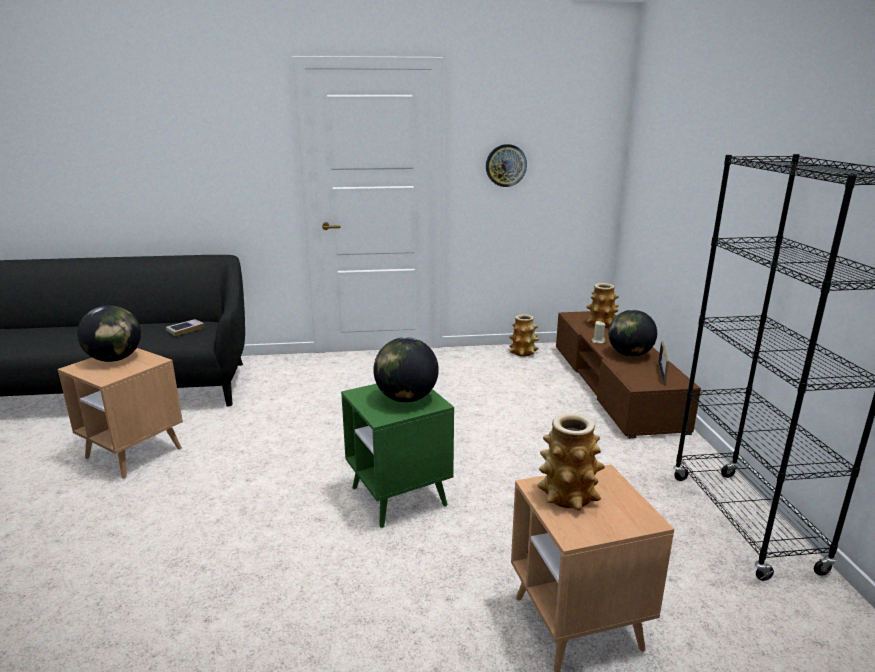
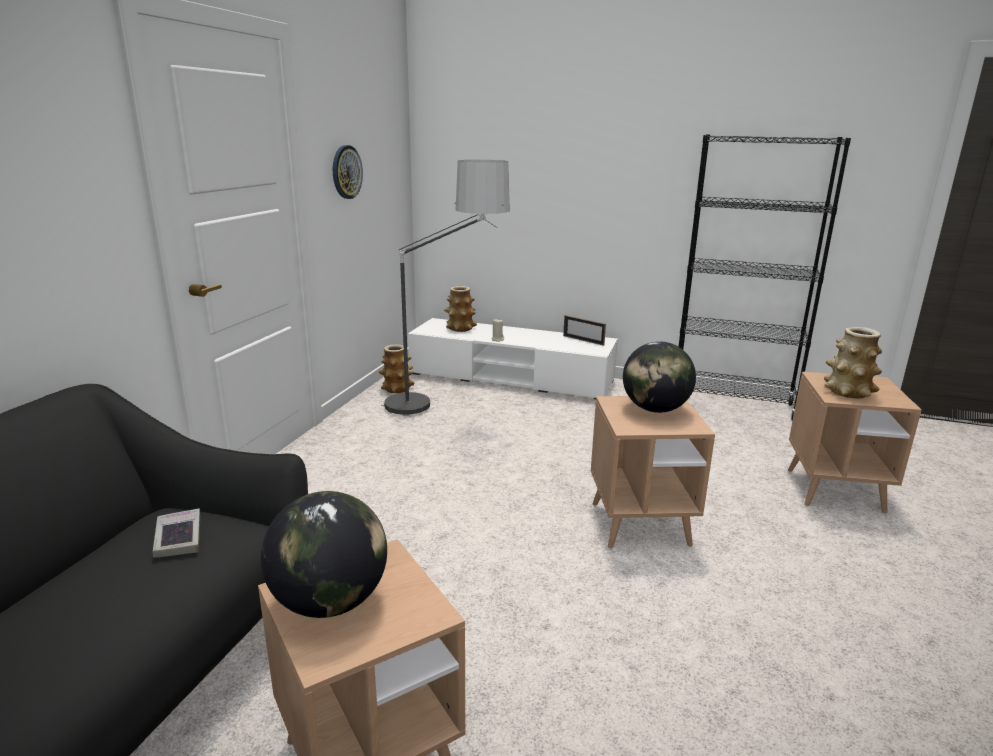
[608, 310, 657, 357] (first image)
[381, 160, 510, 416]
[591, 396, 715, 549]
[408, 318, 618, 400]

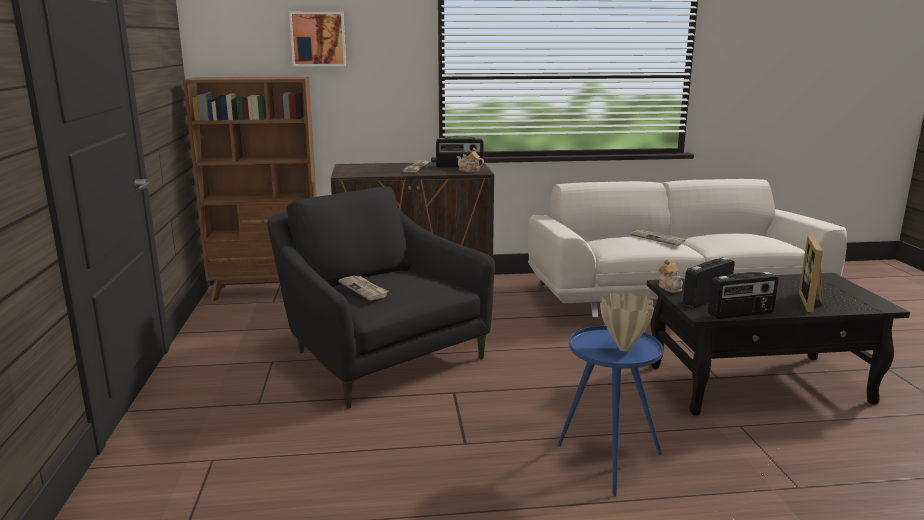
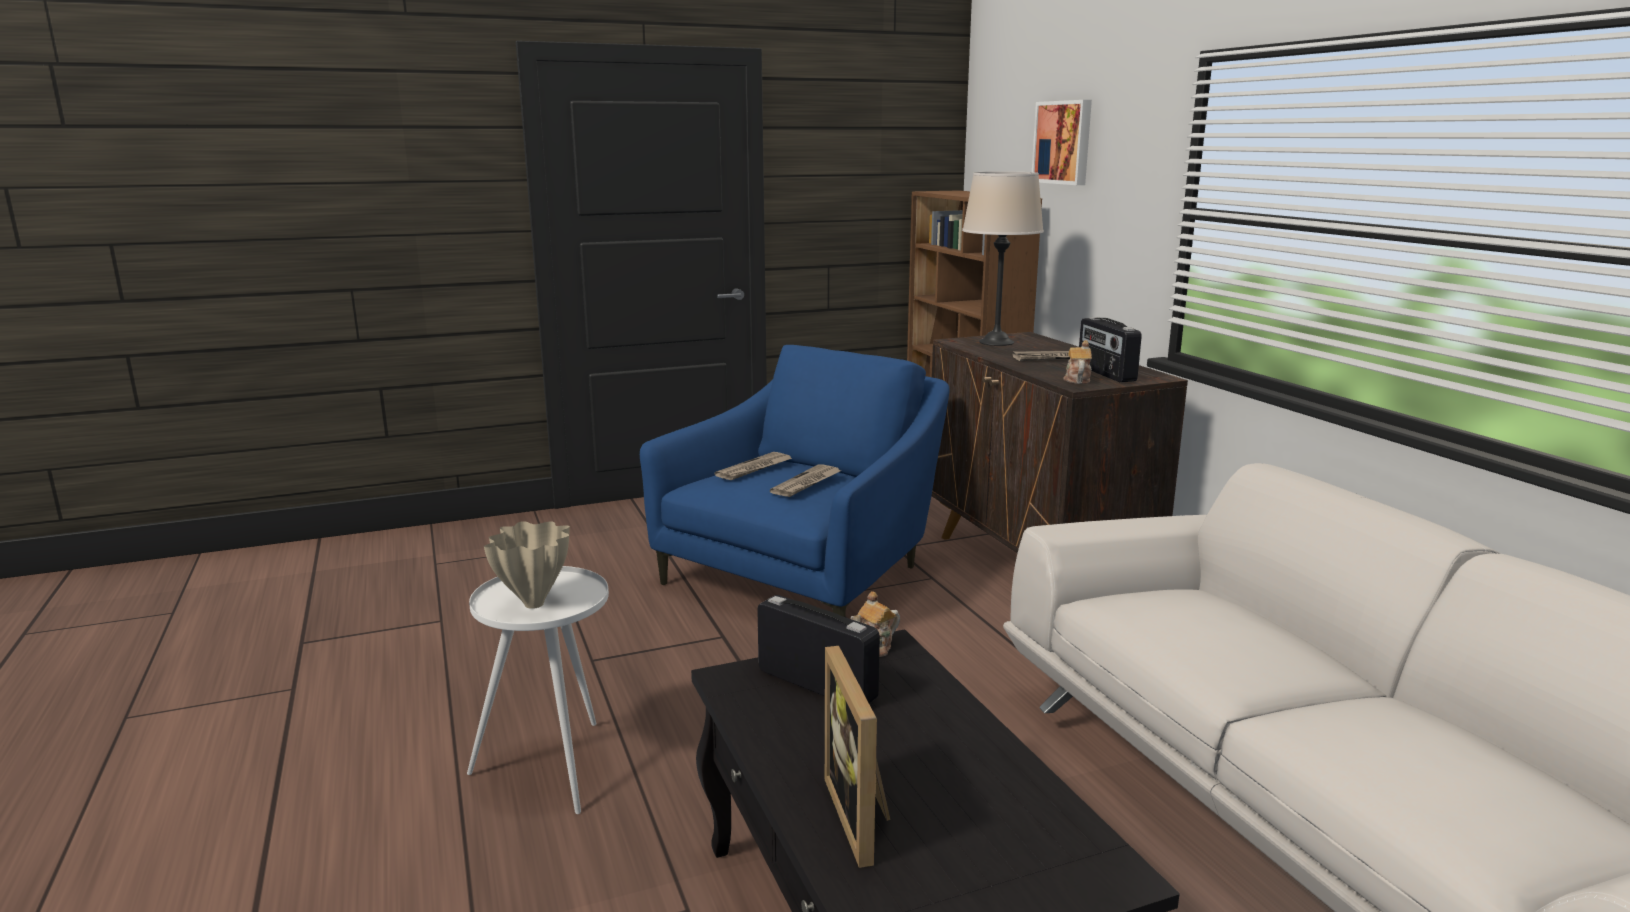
[708, 272, 779, 319] (first image)
[962, 172, 1044, 346]
[770, 465, 841, 497]
[640, 345, 950, 617]
[467, 566, 609, 814]
[825, 646, 891, 868]

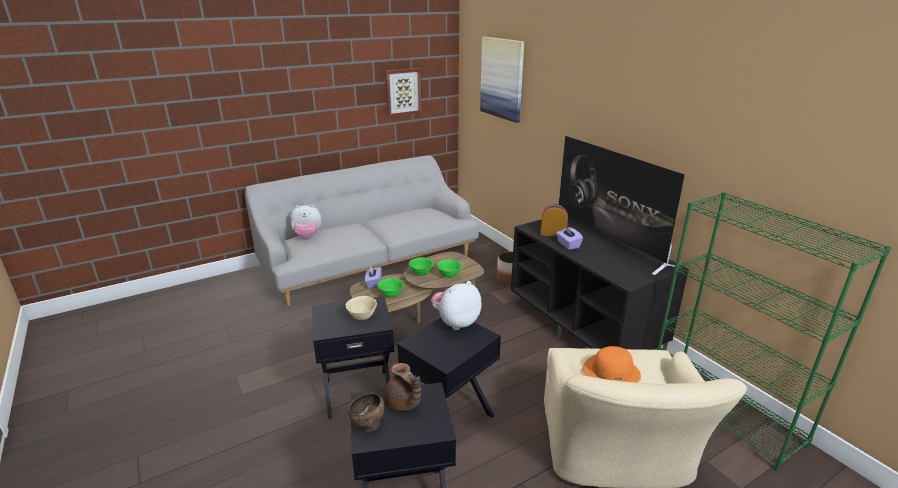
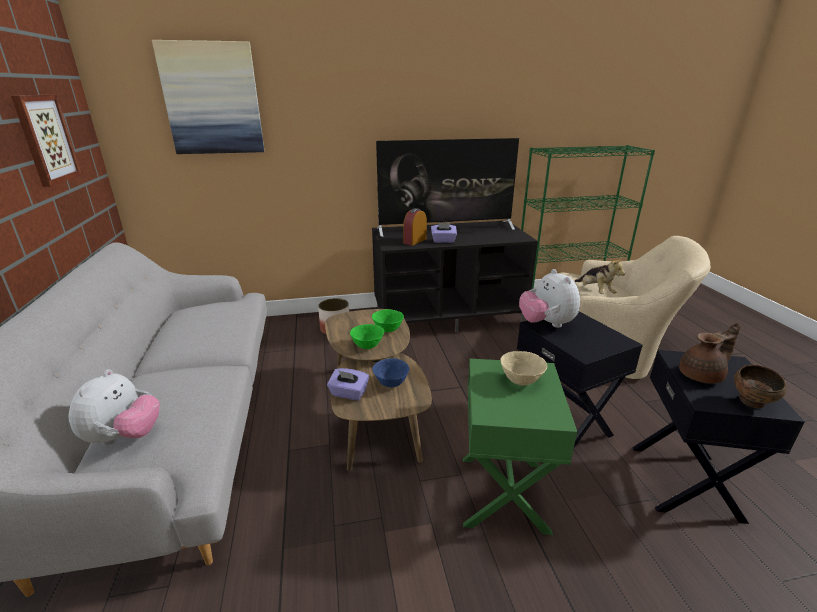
[575, 258, 625, 294]
[463, 359, 577, 535]
[372, 358, 409, 387]

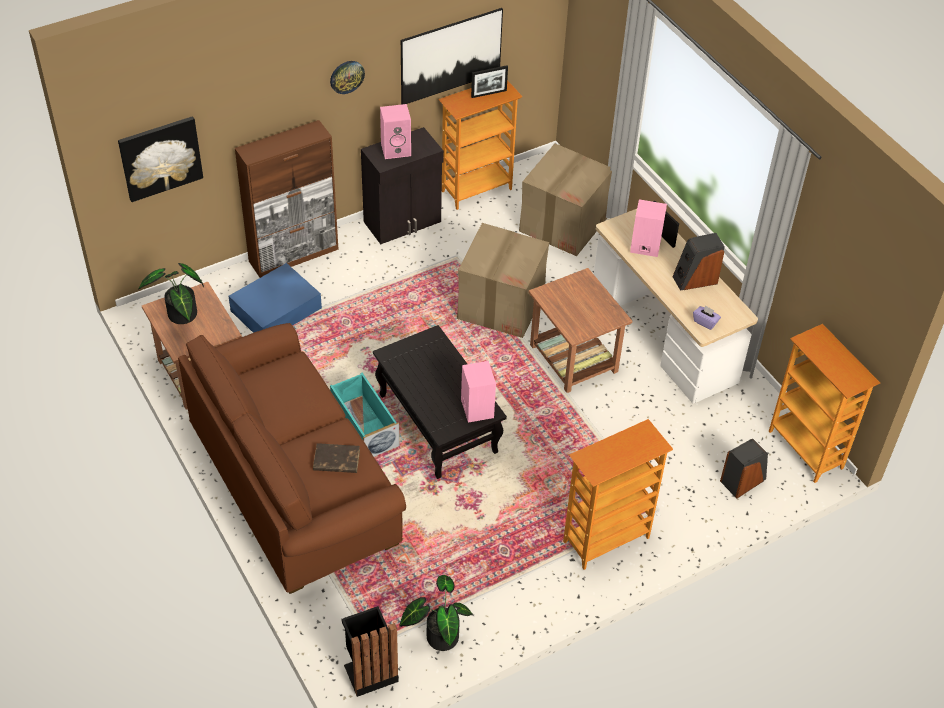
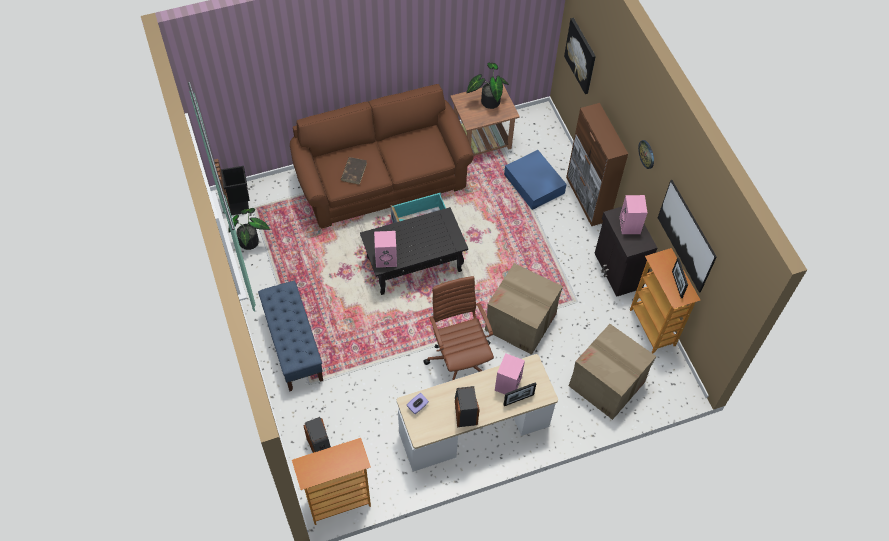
[423, 276, 494, 380]
[258, 281, 323, 392]

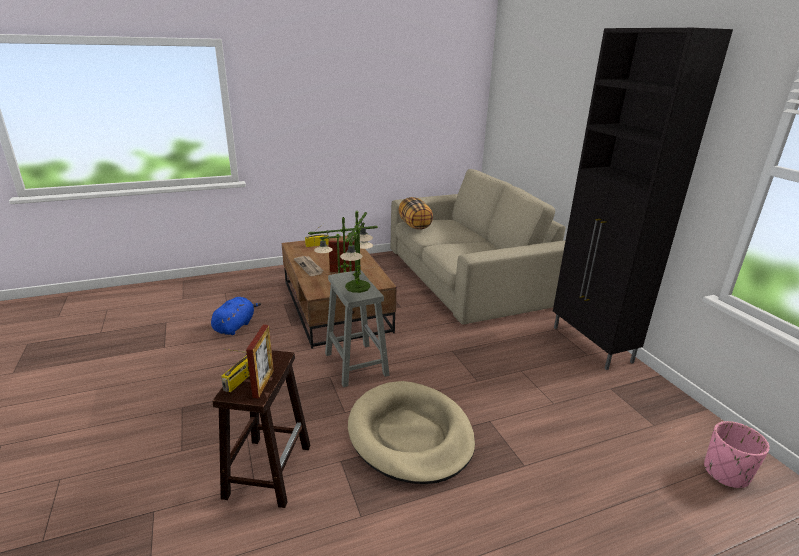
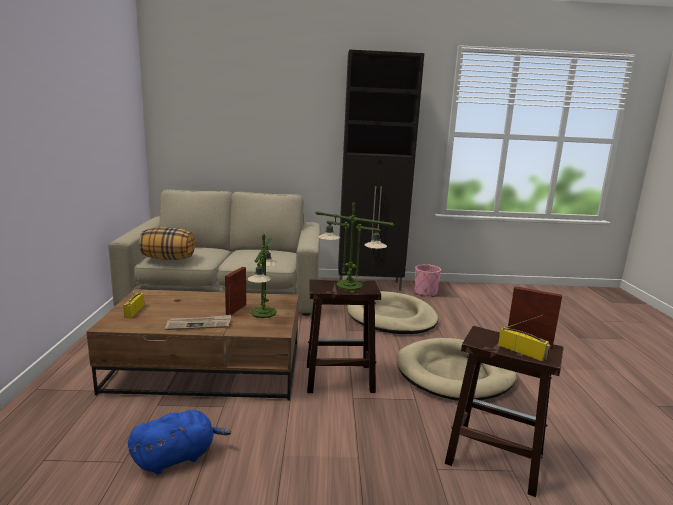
[347, 291, 438, 334]
[415, 264, 441, 297]
[307, 279, 381, 393]
[128, 410, 231, 474]

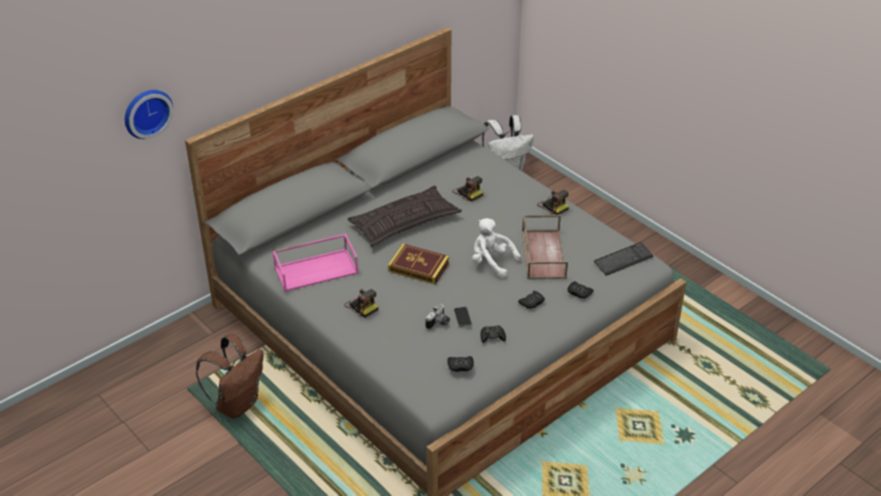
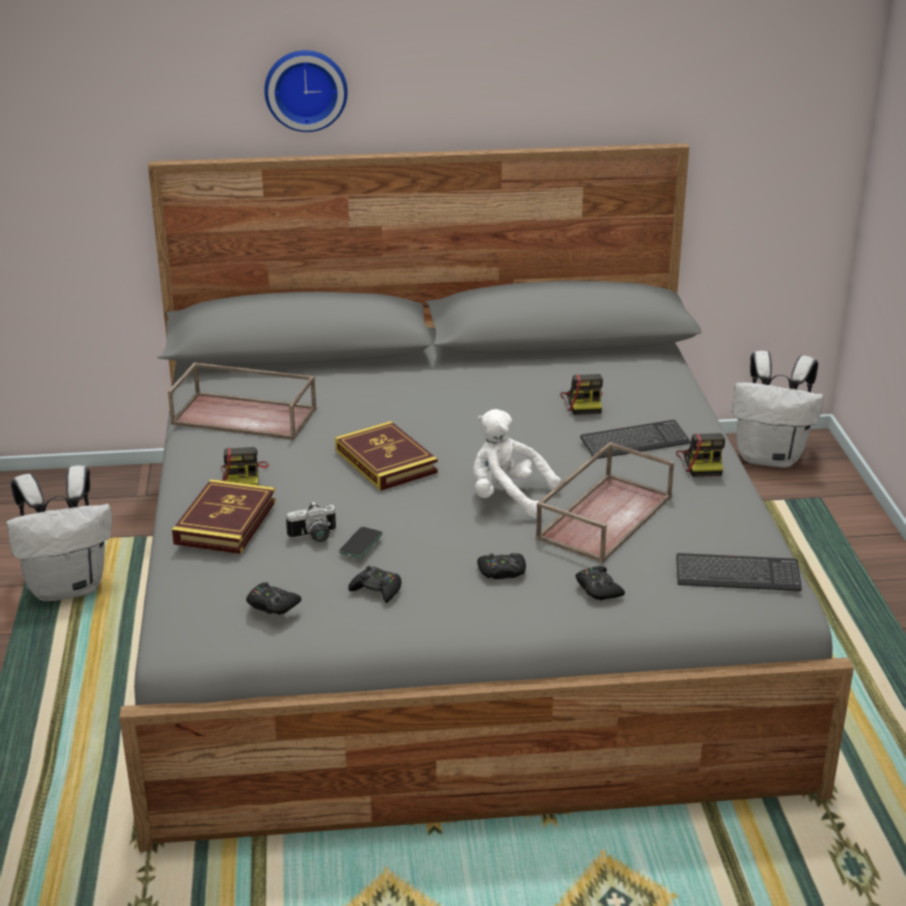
[347, 186, 462, 247] (first image)
[172, 479, 276, 554]
[580, 420, 691, 459]
[264, 50, 348, 132]
[6, 465, 112, 601]
[168, 363, 317, 440]
[473, 409, 561, 518]

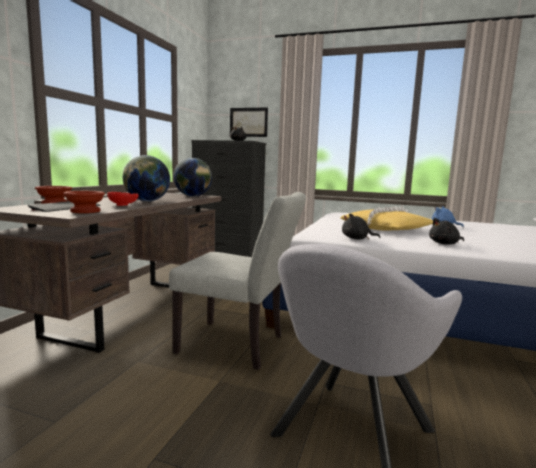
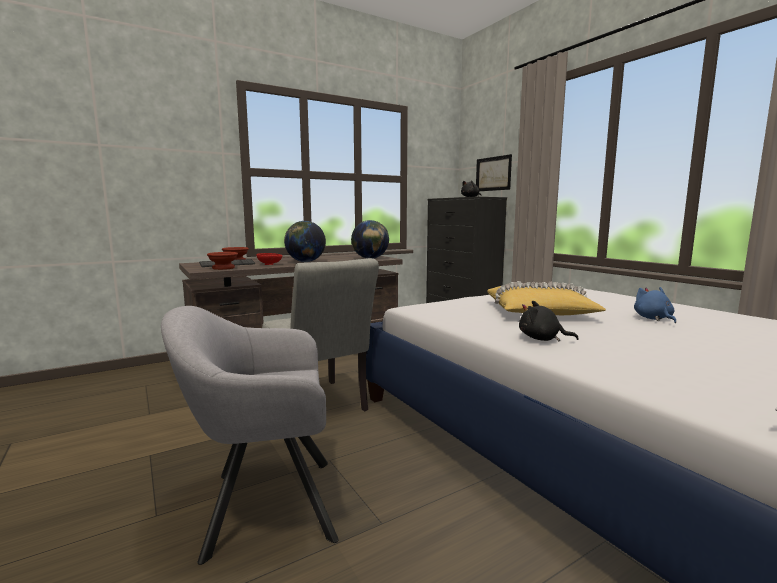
[342, 213, 380, 240] (first image)

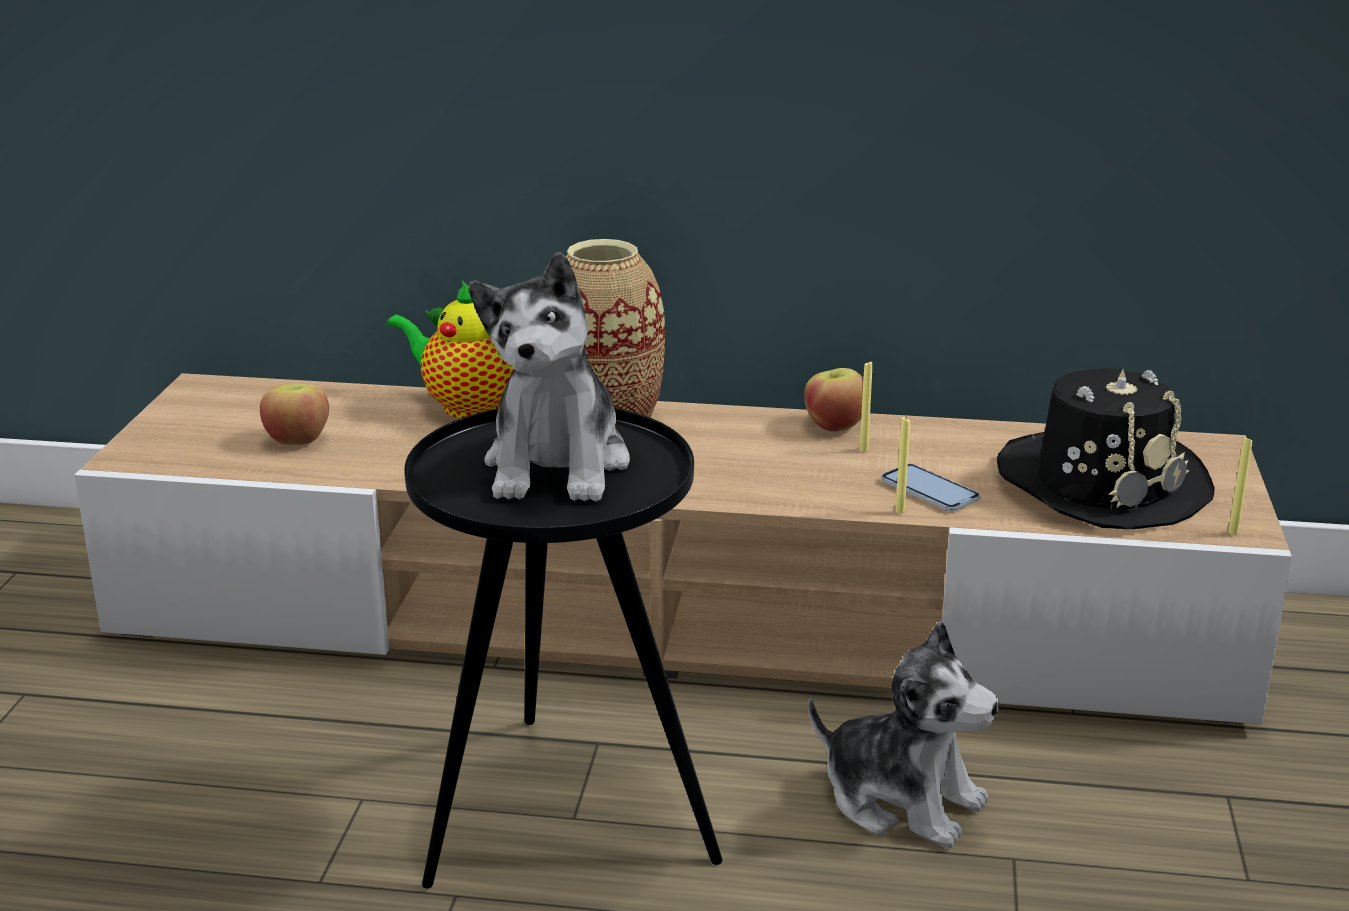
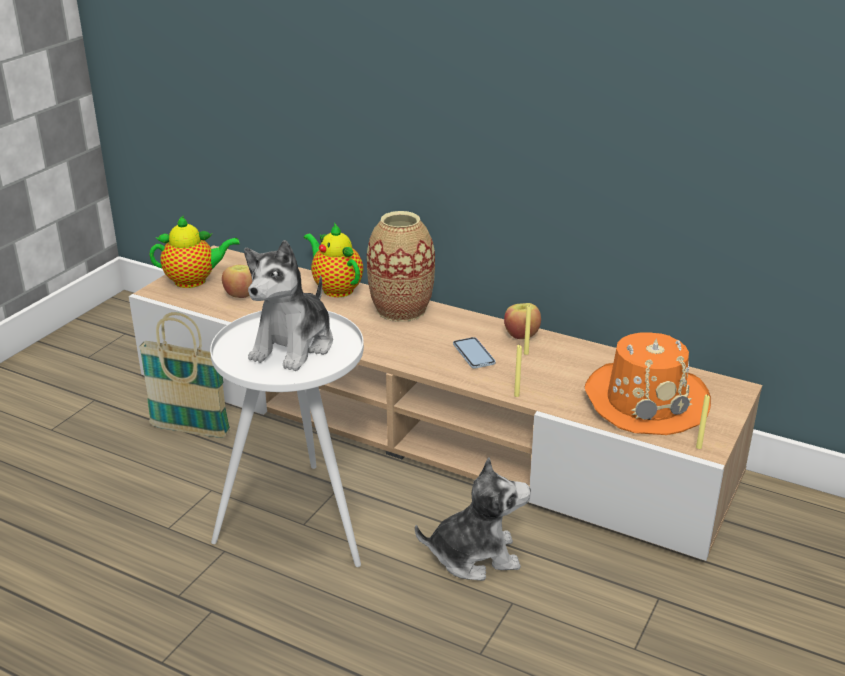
[139, 312, 231, 438]
[149, 215, 240, 288]
[453, 337, 495, 369]
[210, 311, 364, 567]
[585, 332, 711, 435]
[415, 458, 531, 581]

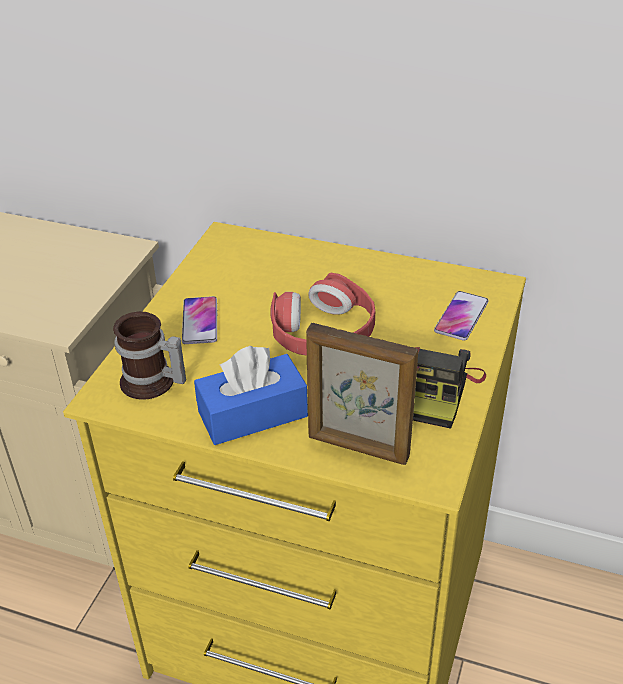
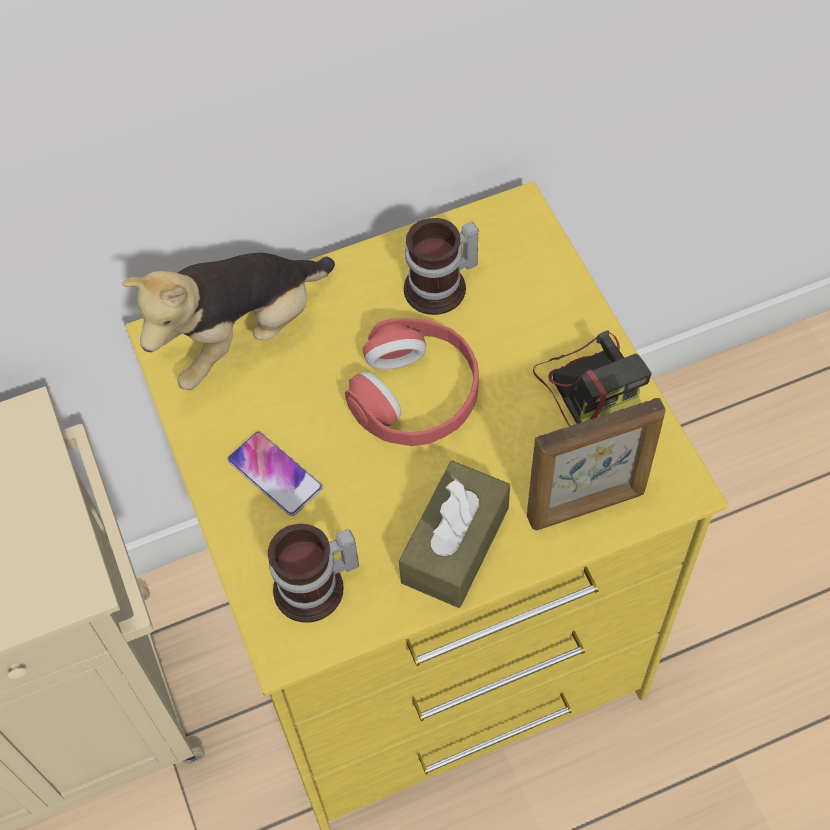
[434, 291, 489, 341] (first image)
[122, 252, 335, 390]
[404, 218, 479, 315]
[399, 461, 510, 608]

